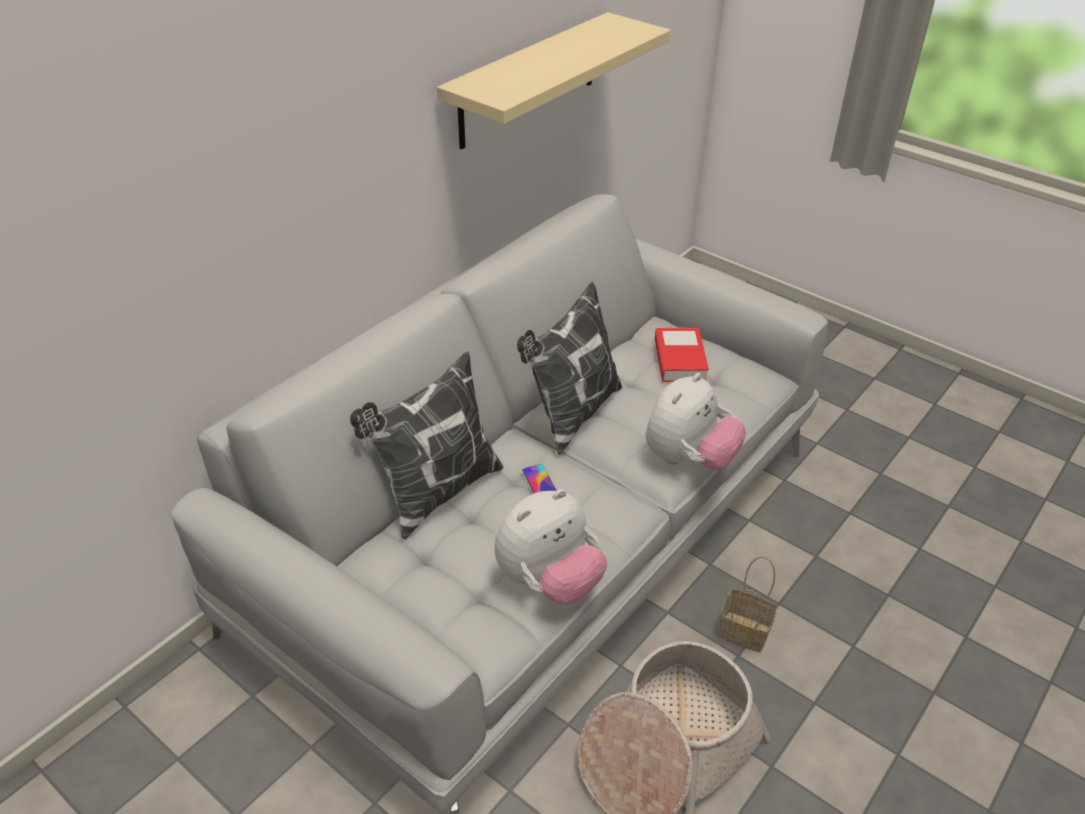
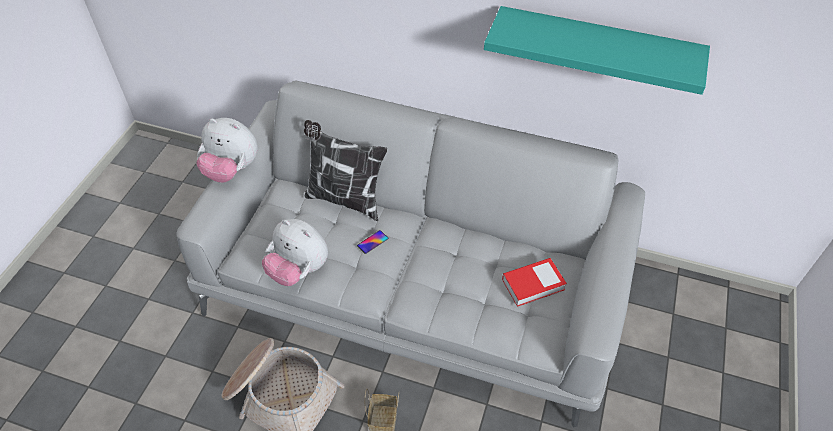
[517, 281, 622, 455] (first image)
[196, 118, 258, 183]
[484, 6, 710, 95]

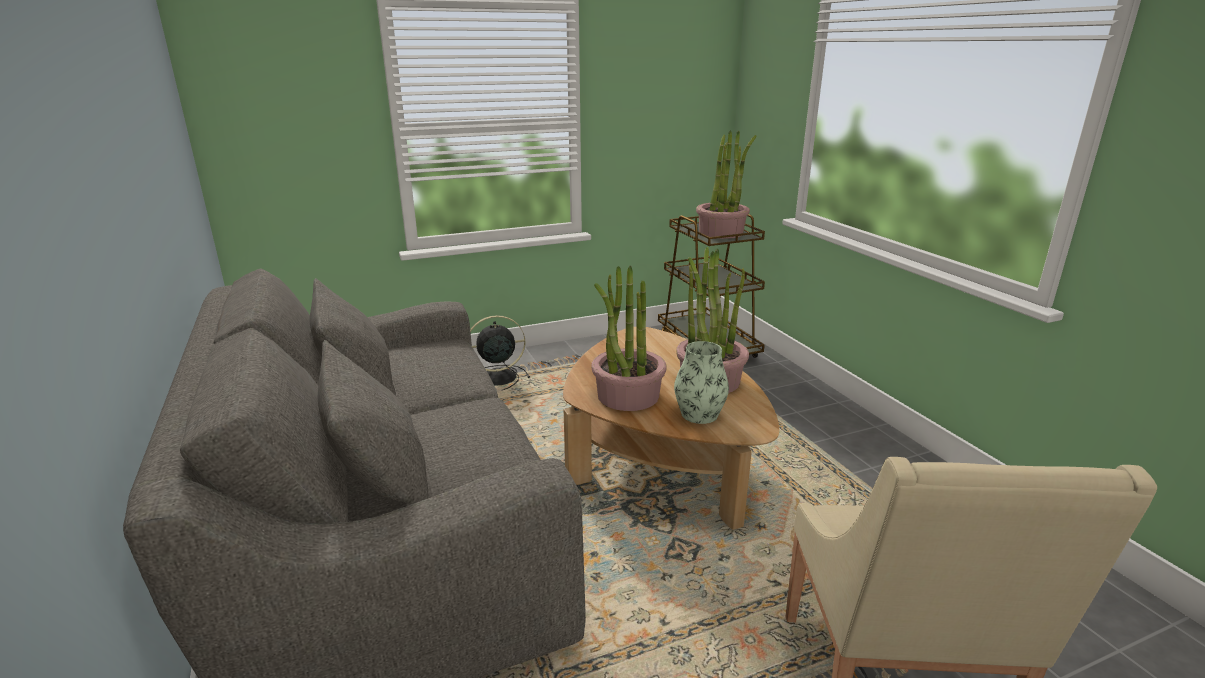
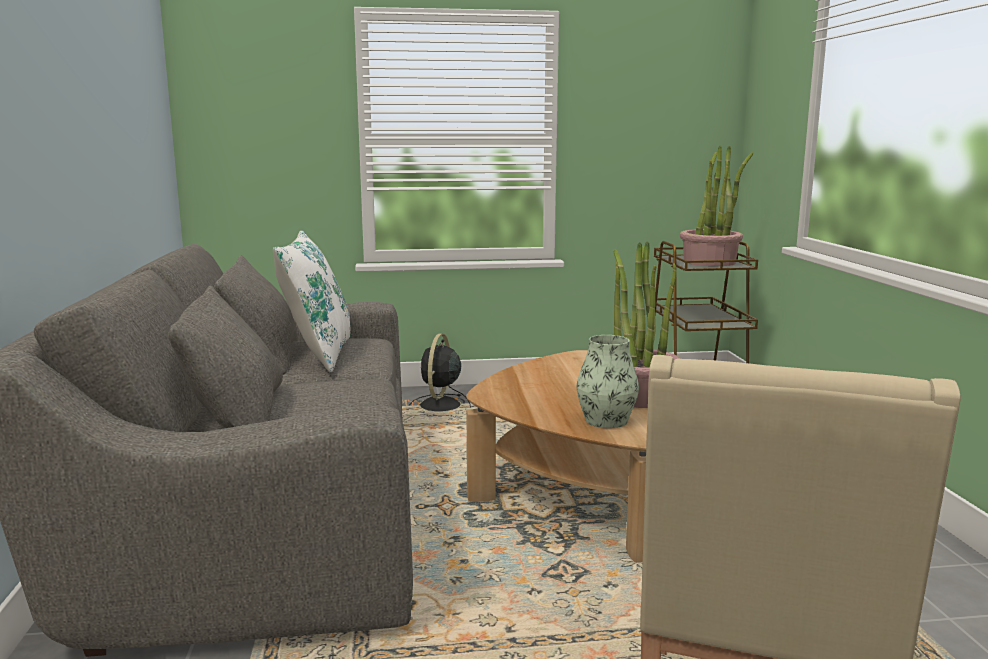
[591, 266, 667, 411] (first image)
[273, 230, 351, 372]
[409, 334, 471, 416]

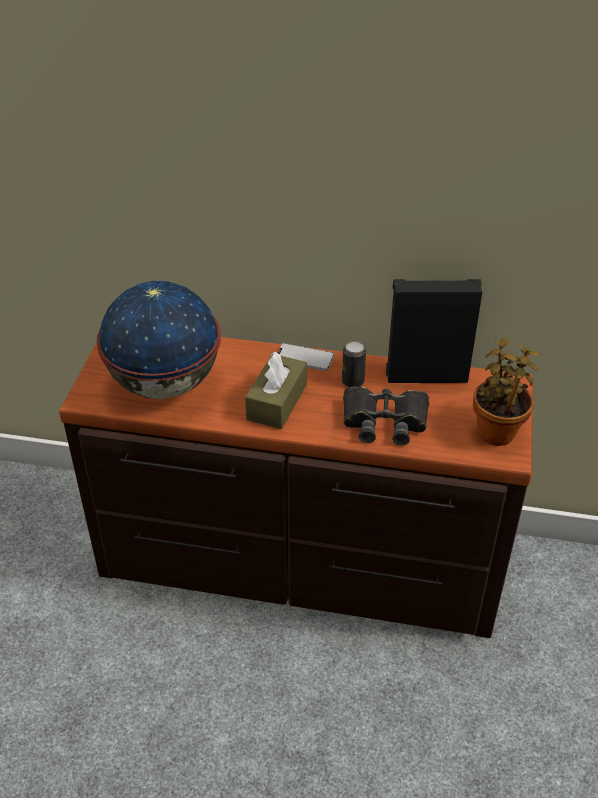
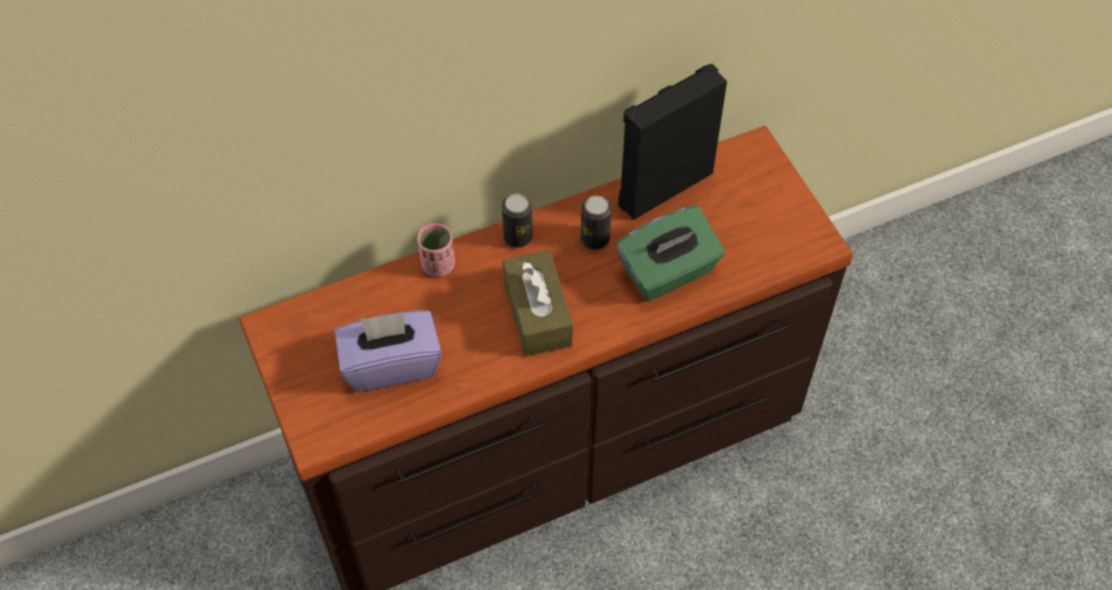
[473, 338, 541, 446] (first image)
[417, 223, 455, 277]
[335, 310, 442, 392]
[502, 194, 533, 248]
[616, 205, 725, 301]

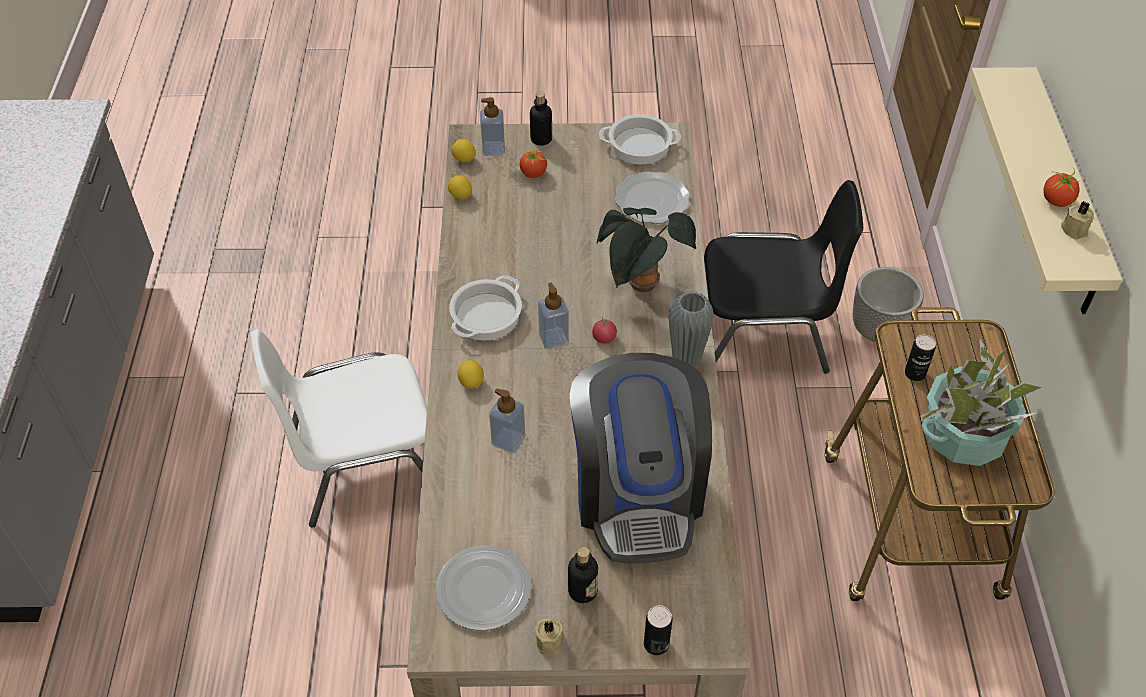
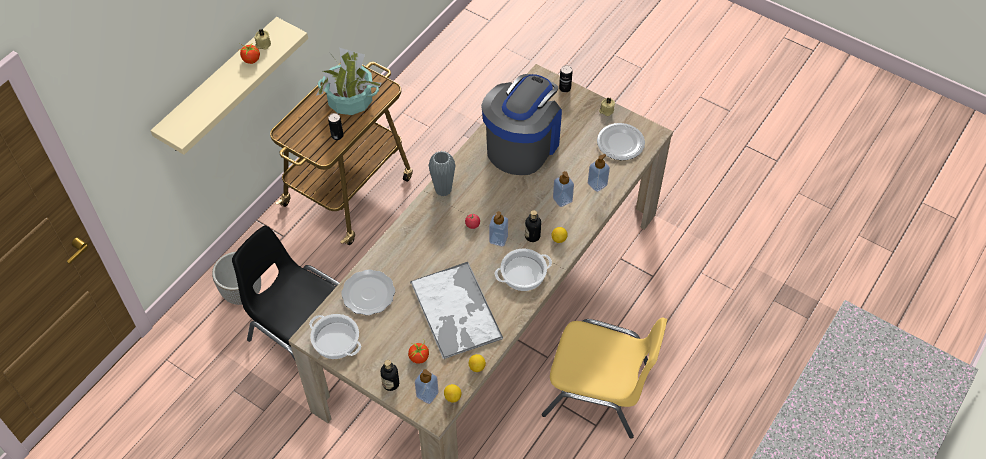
[597, 208, 696, 292] (first image)
[410, 262, 503, 359]
[588, 154, 610, 192]
[525, 210, 541, 242]
[542, 317, 667, 439]

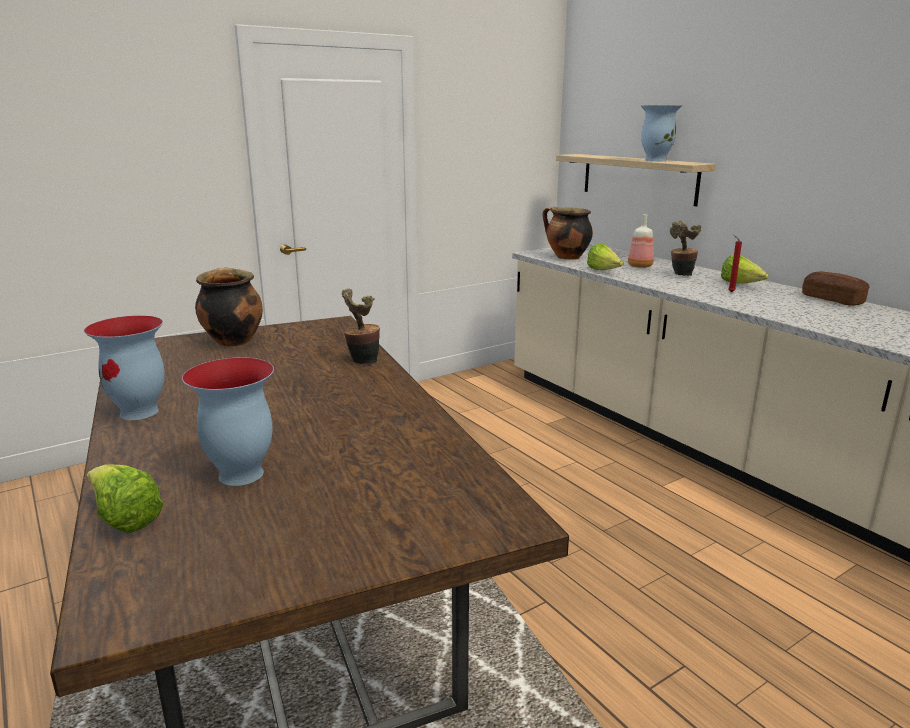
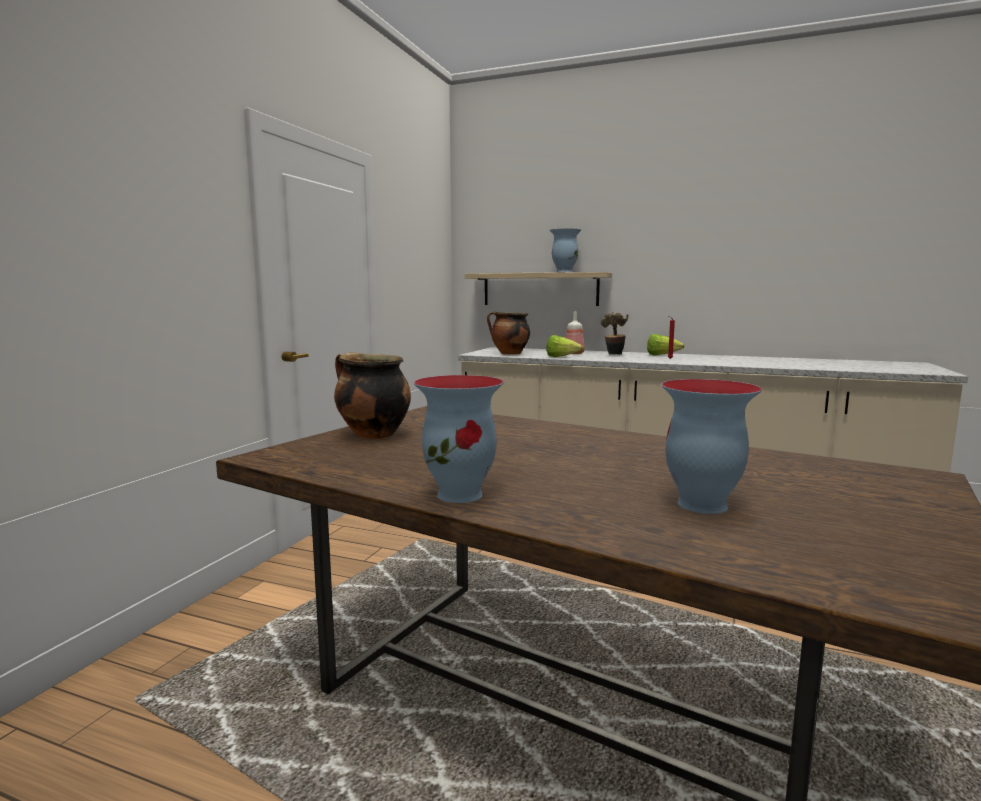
[87, 464, 163, 533] (first image)
[342, 288, 380, 364] (first image)
[802, 272, 870, 306] (first image)

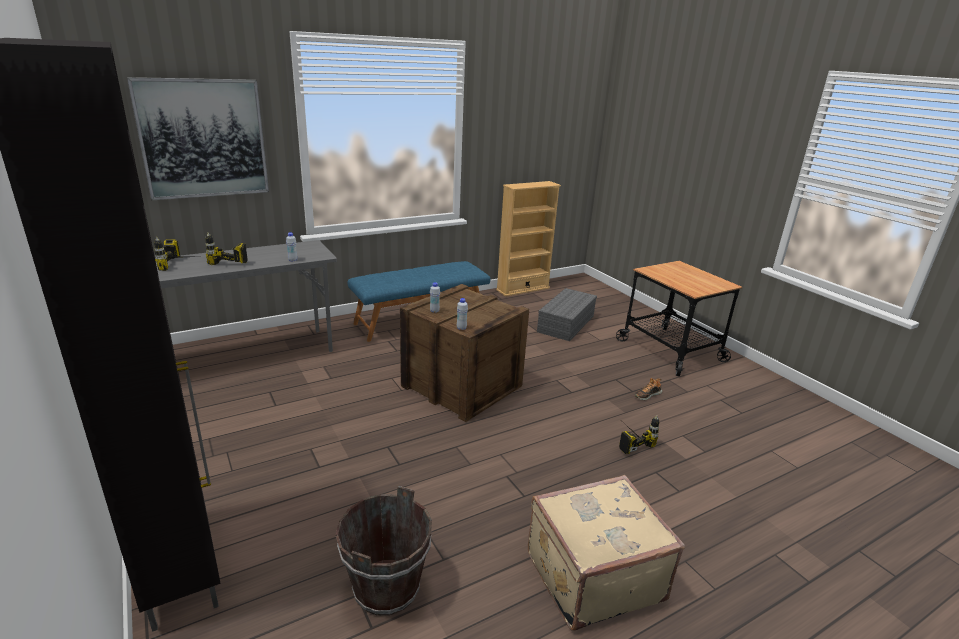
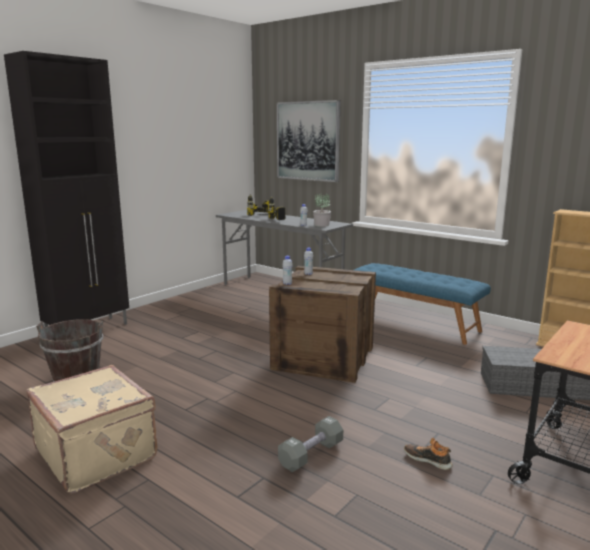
[313, 194, 331, 227]
[278, 416, 343, 472]

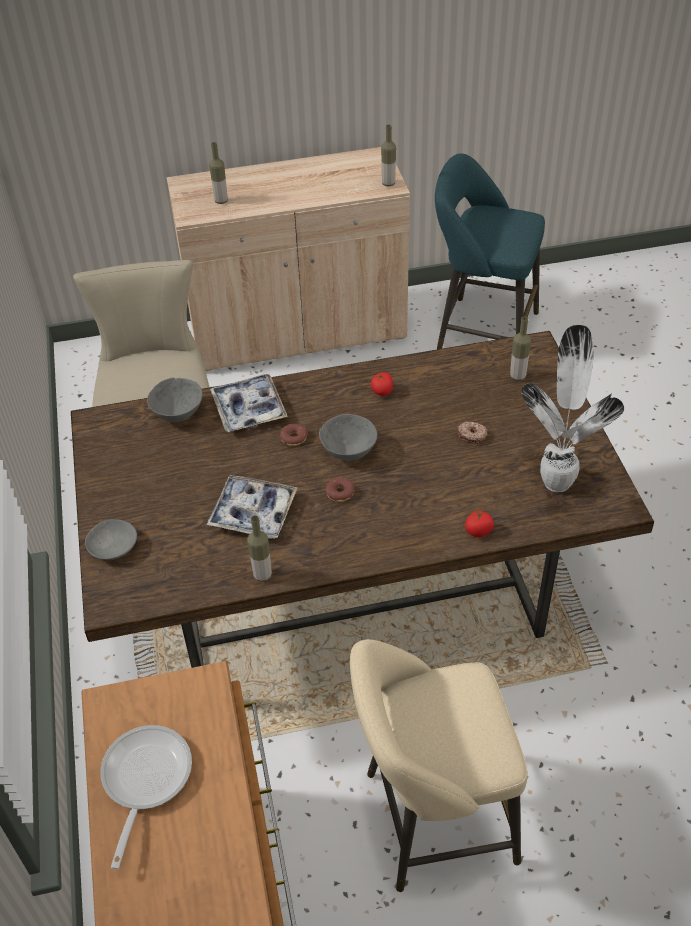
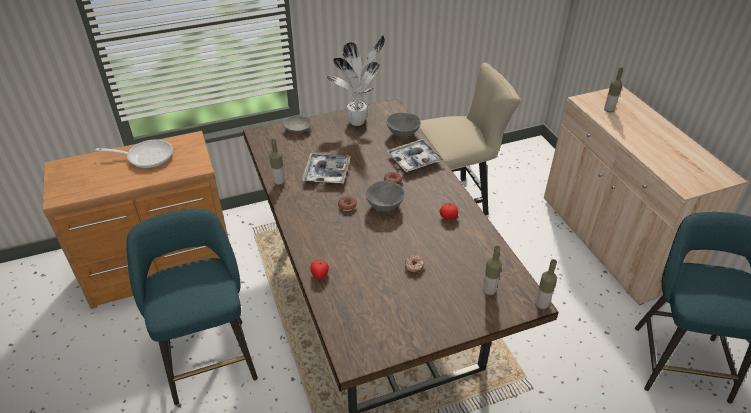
[535, 259, 557, 310]
[327, 36, 385, 126]
[126, 209, 258, 405]

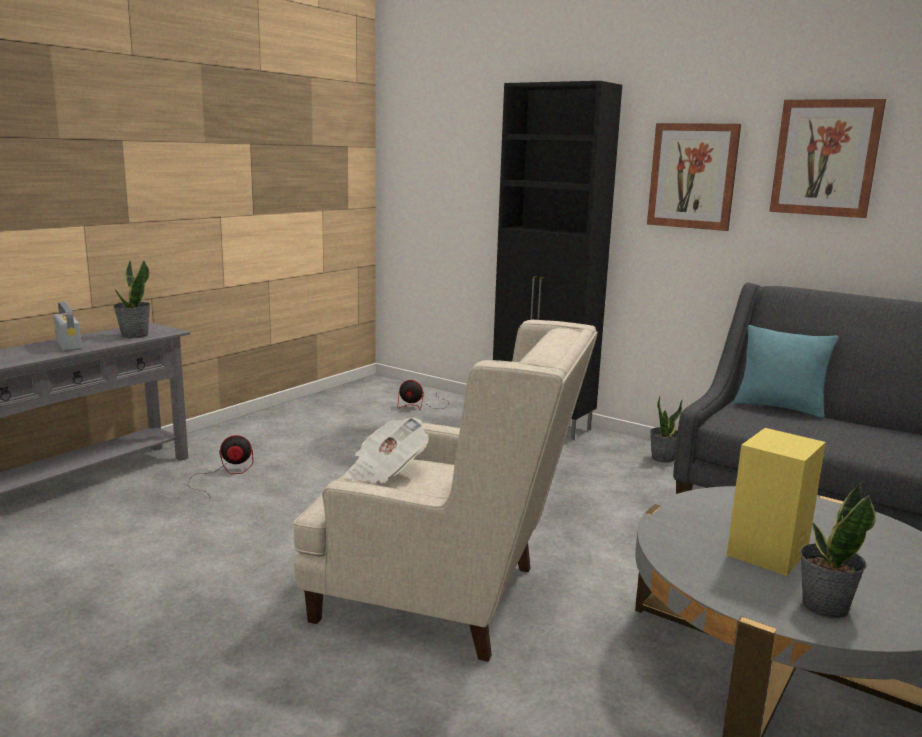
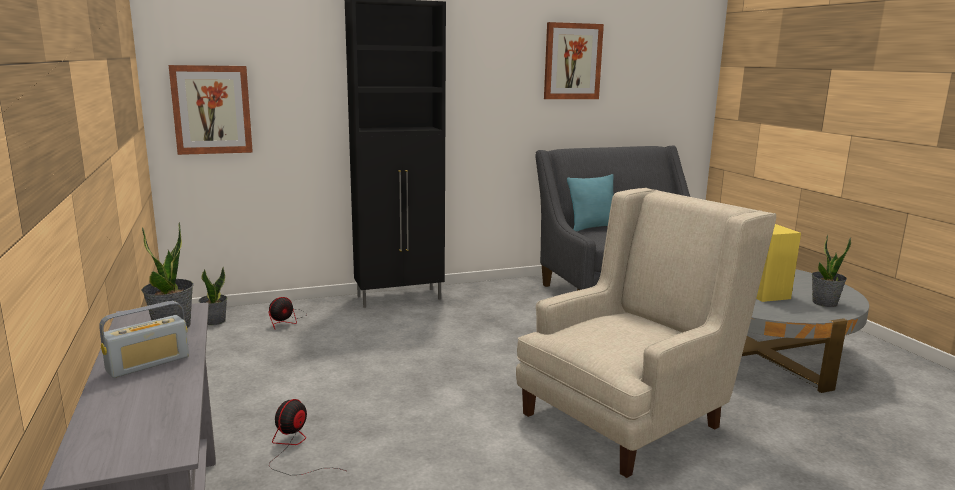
[345, 417, 429, 483] (first image)
[168, 65, 253, 155]
[199, 267, 227, 325]
[99, 301, 189, 378]

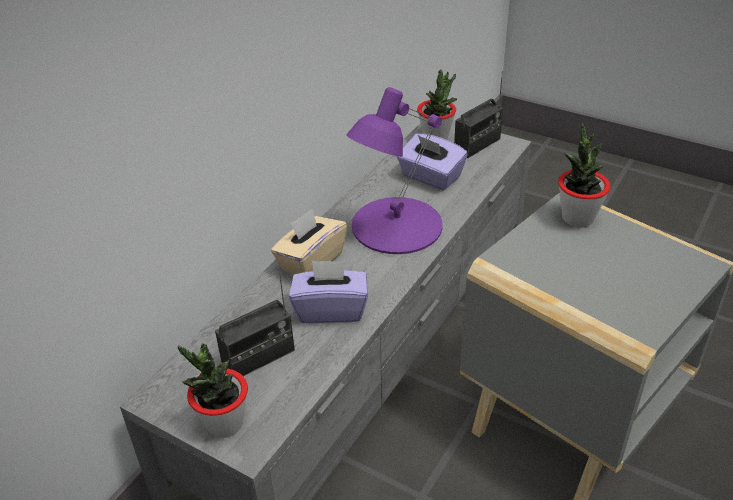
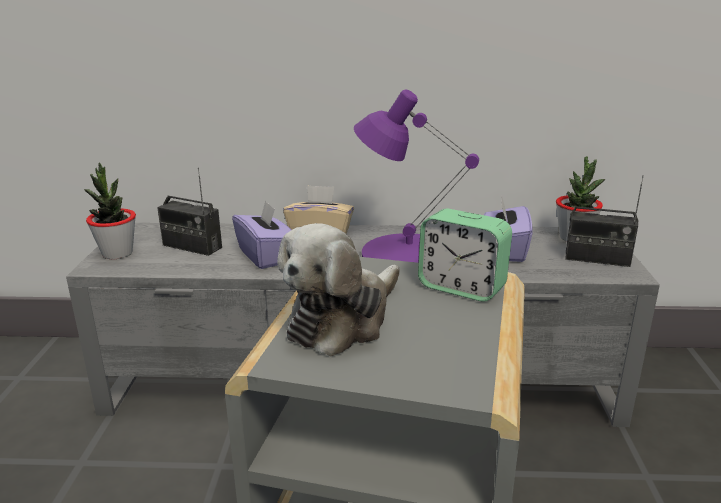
[277, 223, 400, 356]
[418, 209, 512, 302]

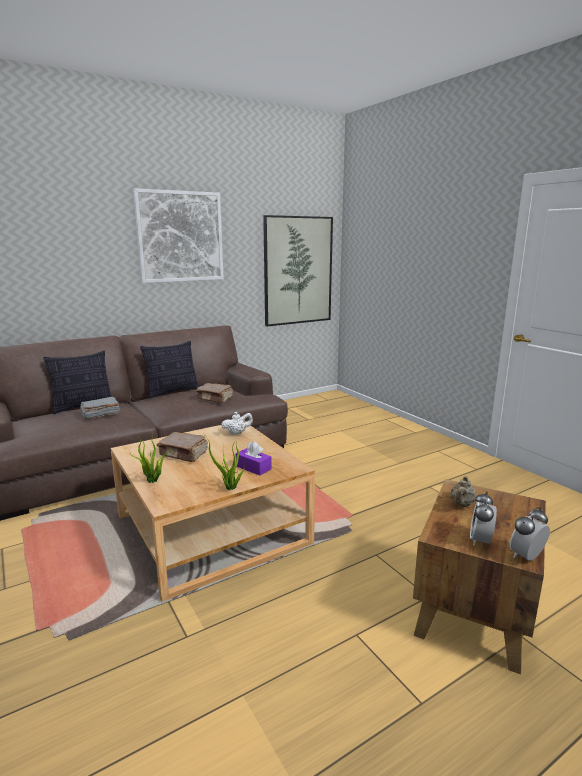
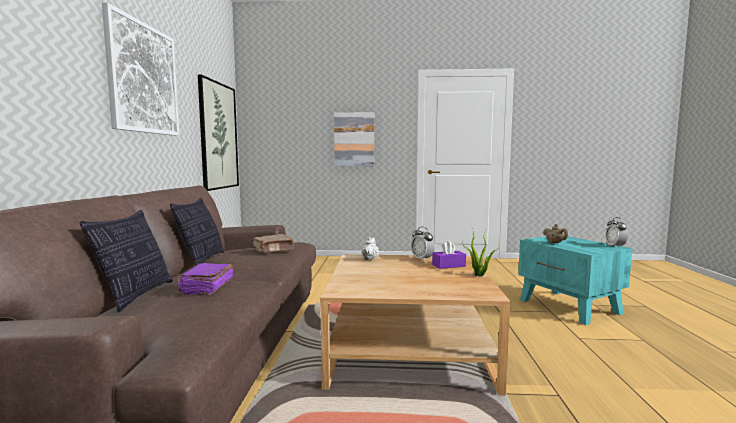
[129, 431, 171, 483] (first image)
[157, 432, 208, 462] (first image)
[334, 112, 374, 167]
[411, 227, 435, 261]
[177, 263, 233, 295]
[518, 236, 632, 325]

